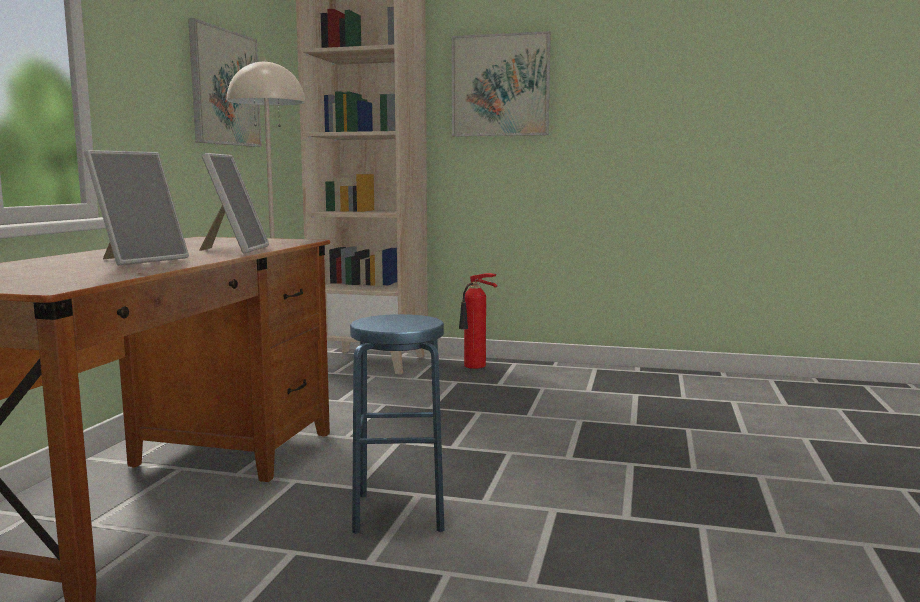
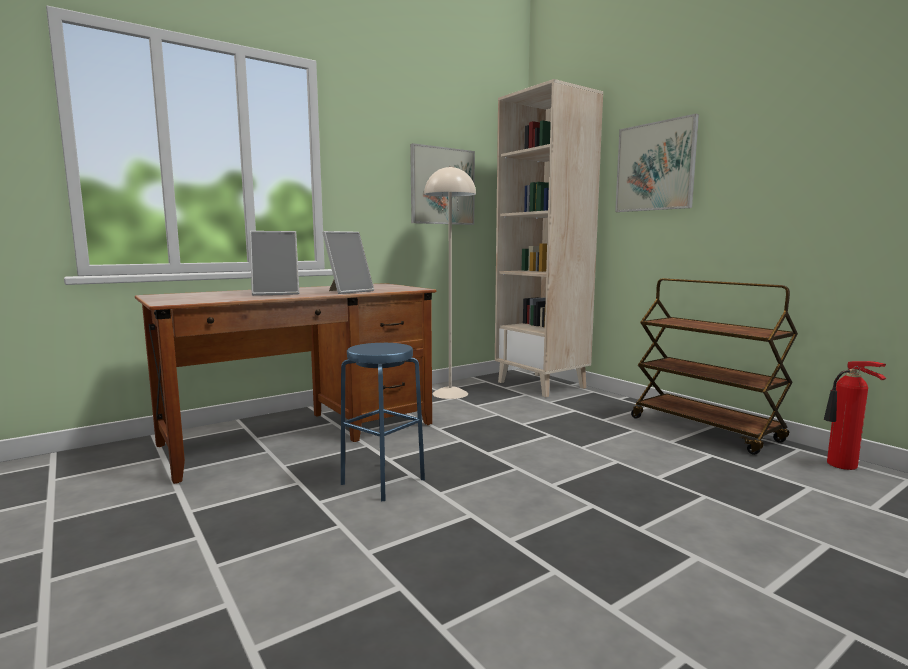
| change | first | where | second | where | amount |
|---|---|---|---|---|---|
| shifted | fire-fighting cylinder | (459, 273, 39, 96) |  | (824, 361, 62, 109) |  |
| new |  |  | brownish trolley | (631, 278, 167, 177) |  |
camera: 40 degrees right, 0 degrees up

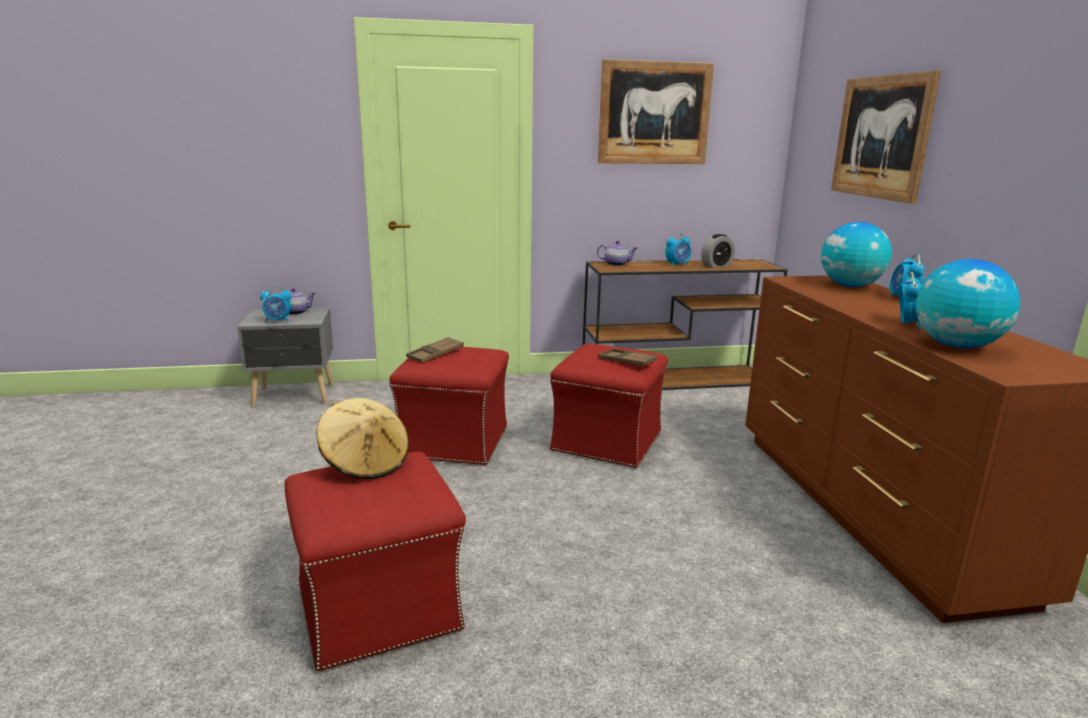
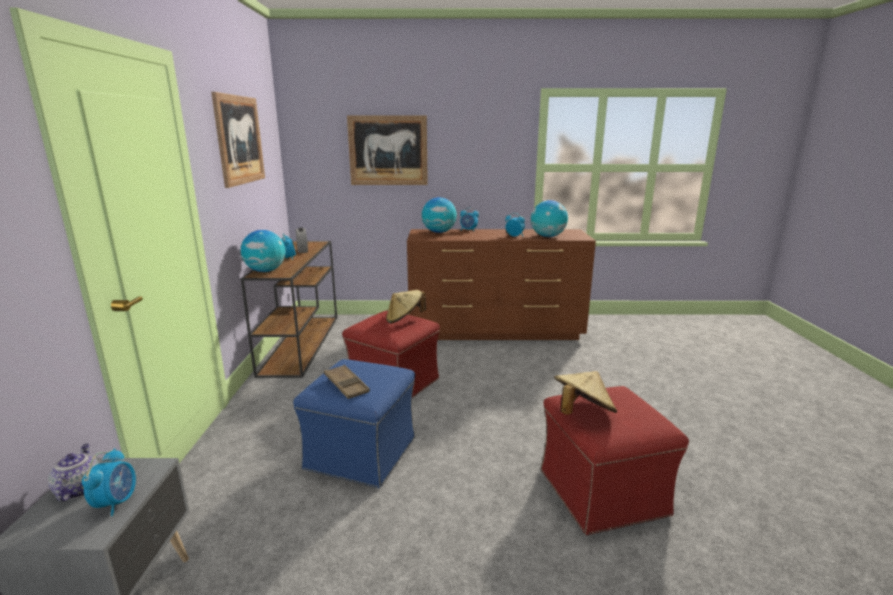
| change | first | where | second | where | amount |
|---|---|---|---|---|---|
| swapped | teapot | (597, 241, 40, 25) | world globe | (241, 230, 45, 42) |  |
| repainted | reddish pouffe | (389, 346, 120, 120) | blue pouffe | (293, 359, 122, 129) |  |
| swapped | brownish carrying tray | (598, 348, 59, 19) | beige clothing hat | (386, 290, 40, 33) |  |
camera: 80 degrees left, 0 degrees up

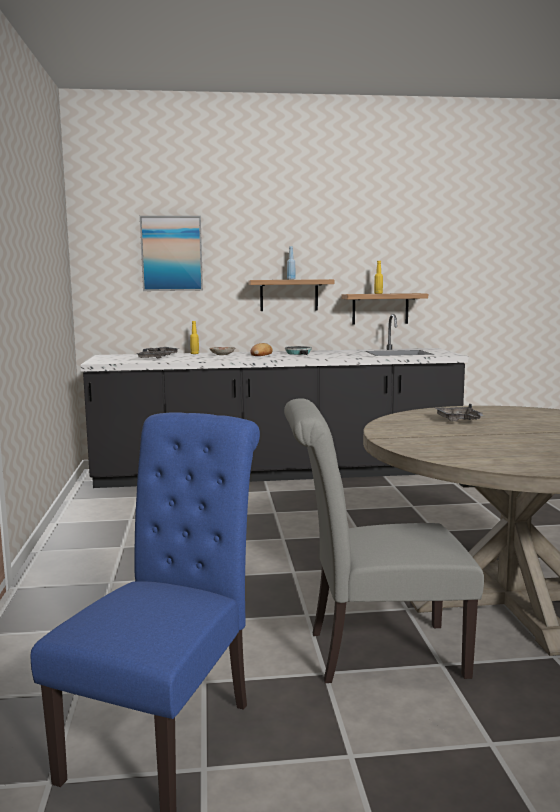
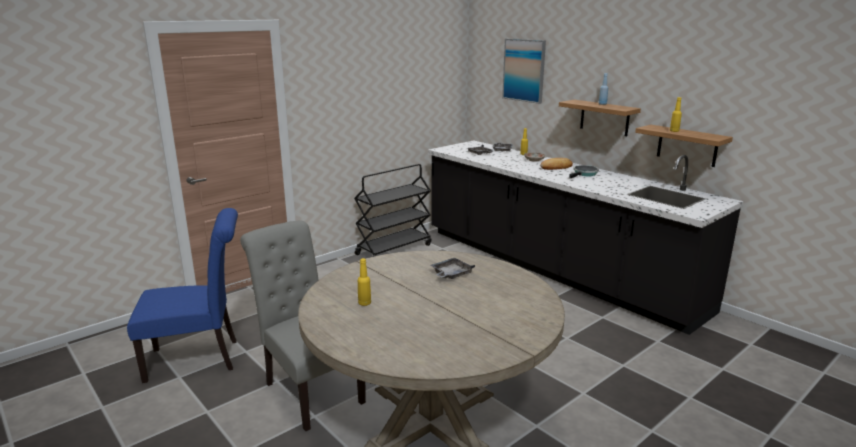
| change | first | where | second | where | amount |
|---|---|---|---|---|---|
| new |  |  | black trolley | (354, 164, 77, 93) |  |
| new |  |  | yellow drink bottle | (358, 258, 13, 48) |  |
camera: 55 degrees right, 10 degrees up

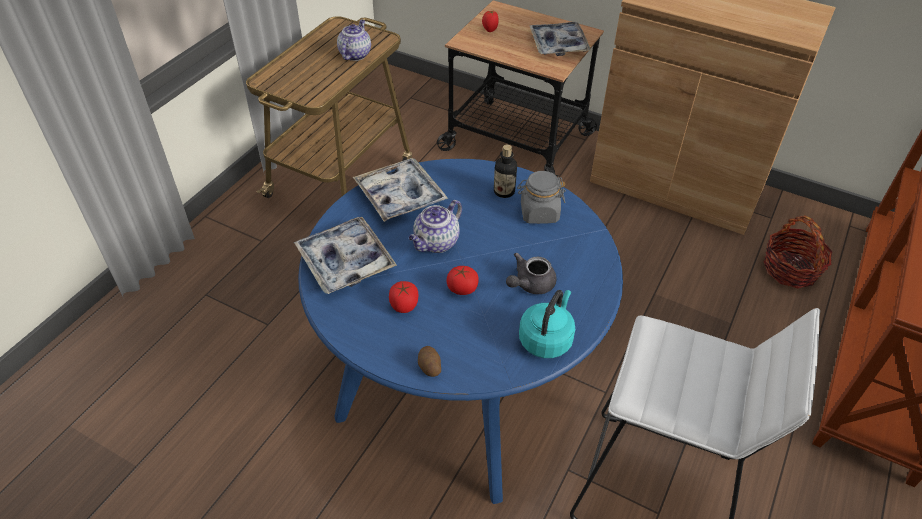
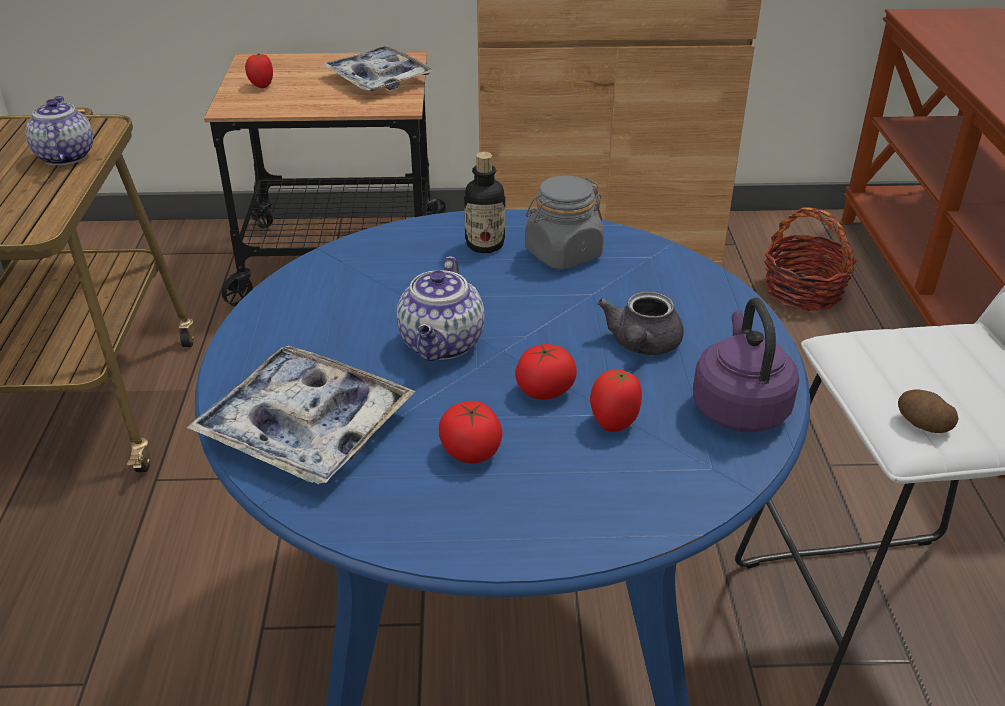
| change | first | where | second | where | amount |
|---|---|---|---|---|---|
| gone | carrying tray | (353, 158, 95, 64) |  |  |  |
| repainted | turquoise water kettle | (519, 290, 56, 68) | purplish water kettle | (693, 298, 106, 134) |  |
| shifted | whole potato | (418, 346, 23, 31) |  | (898, 389, 61, 44) |  |
| new |  |  | whole tomato | (590, 369, 52, 63) |  |
camera: 30 degrees left, 10 degrees down

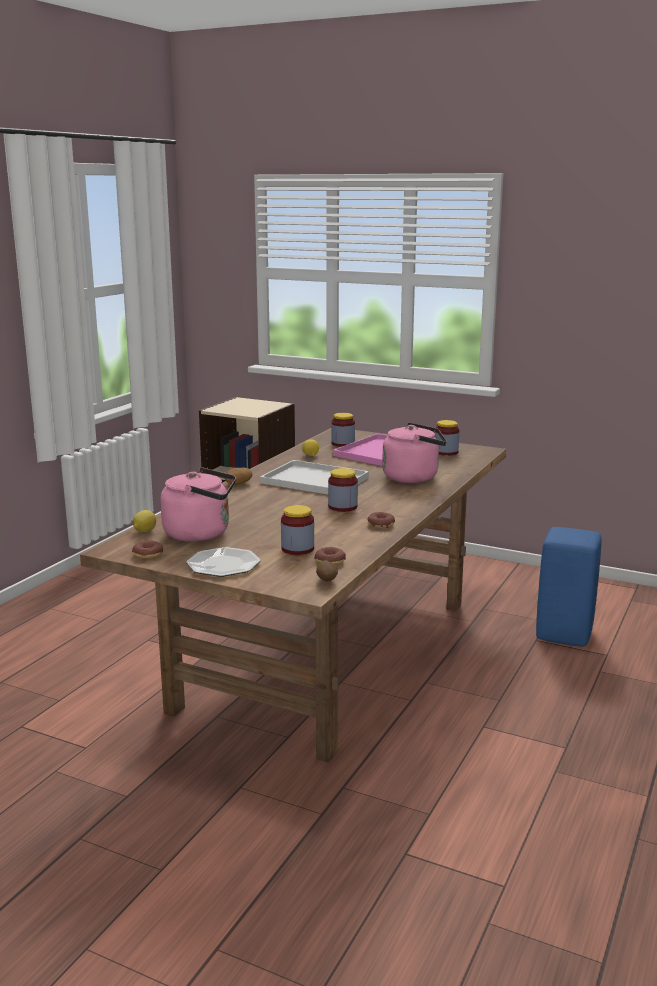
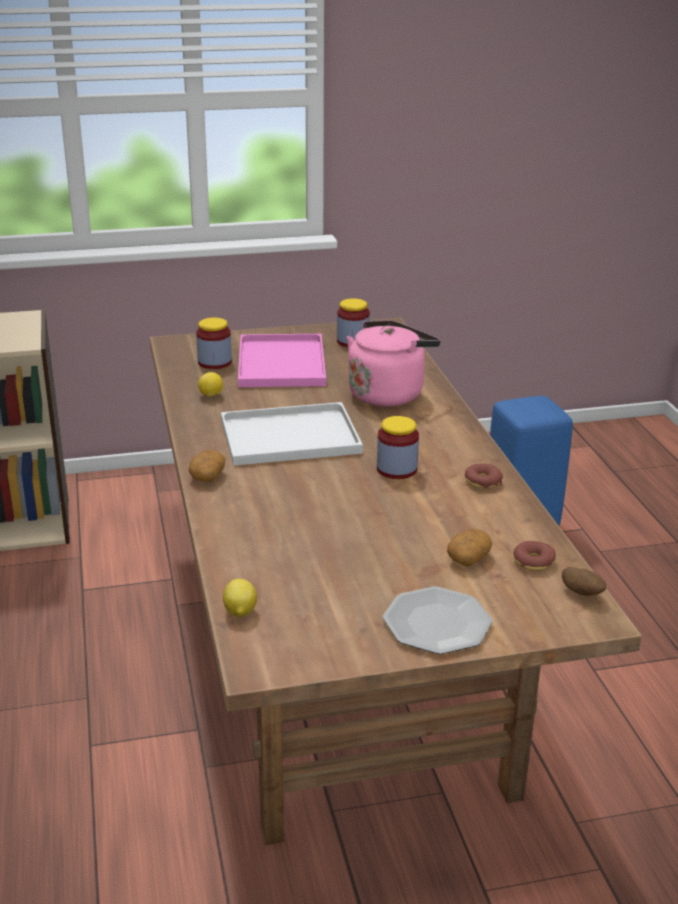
| change | first | where | second | where | amount |
|---|---|---|---|---|---|
| gone | pinkish water kettle | (160, 467, 76, 75) |  |  |  |
| swapped | jar | (281, 505, 33, 50) | whole potato | (447, 529, 45, 37) |  |
| gone | doughnut | (132, 541, 31, 18) |  |  |  |
camera: 40 degrees left, 10 degrees up

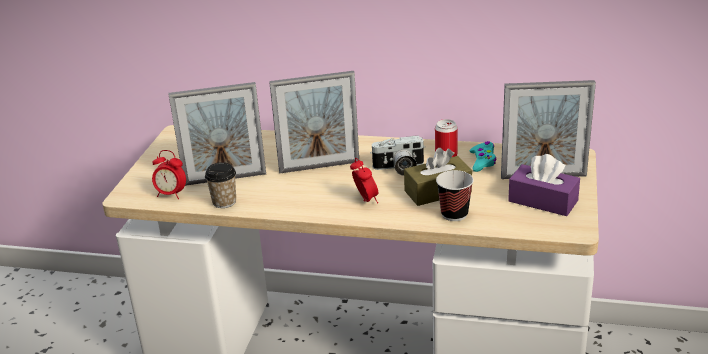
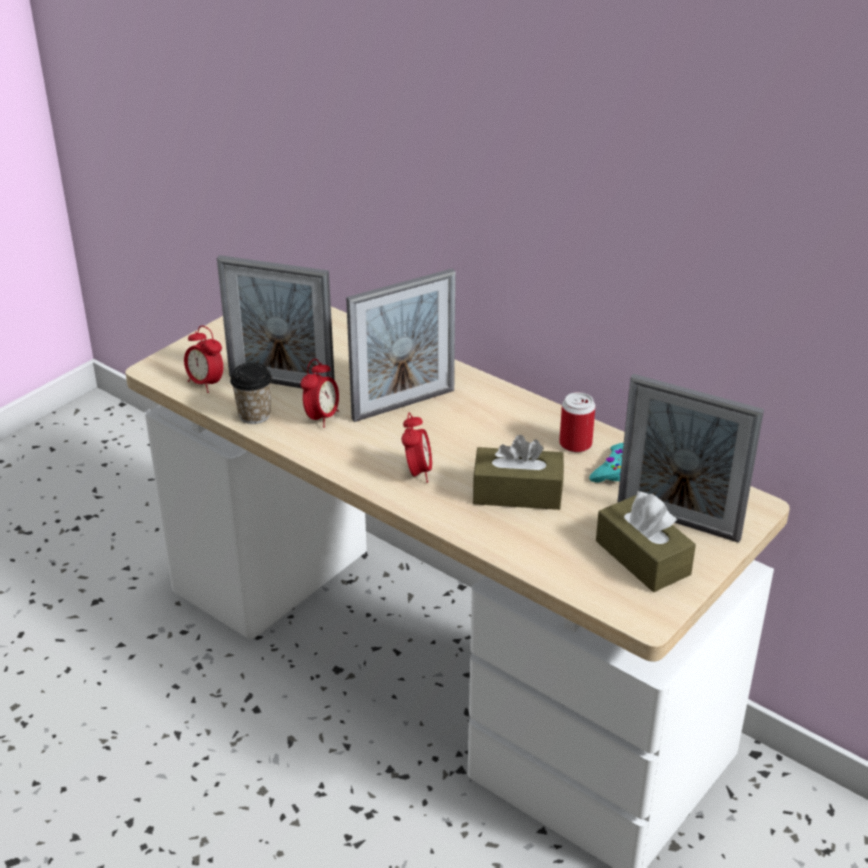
| change | first | where | second | where | amount |
|---|---|---|---|---|---|
| rotated | picture frame | (269, 71, 90, 102) |  | (346, 268, 110, 154) | 45 degrees counterclockwise |
| gone | still camera | (370, 135, 55, 41) |  |  |  |
| repainted | purplish tissue holder | (508, 154, 72, 62) | brownish tissue holder | (596, 491, 100, 101) |  |
| gone | drinking cup | (436, 170, 38, 51) |  |  |  |
| new |  |  | bedside clock | (301, 359, 38, 69) |  |
camera: 25 degrees right, 5 degrees up

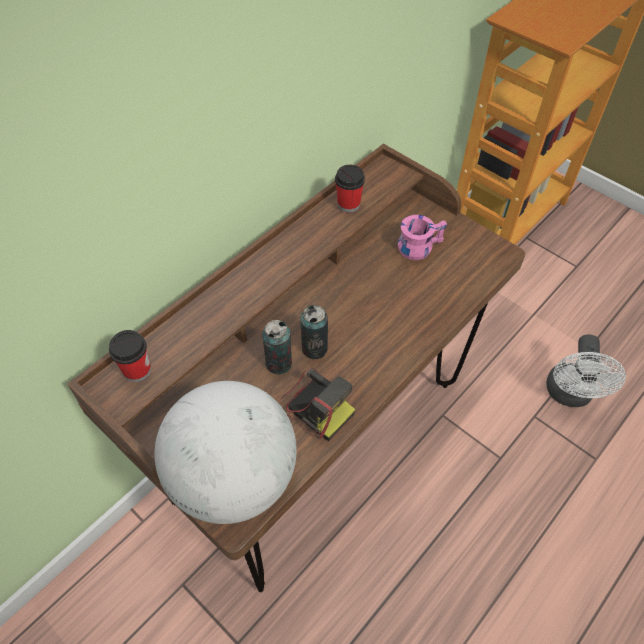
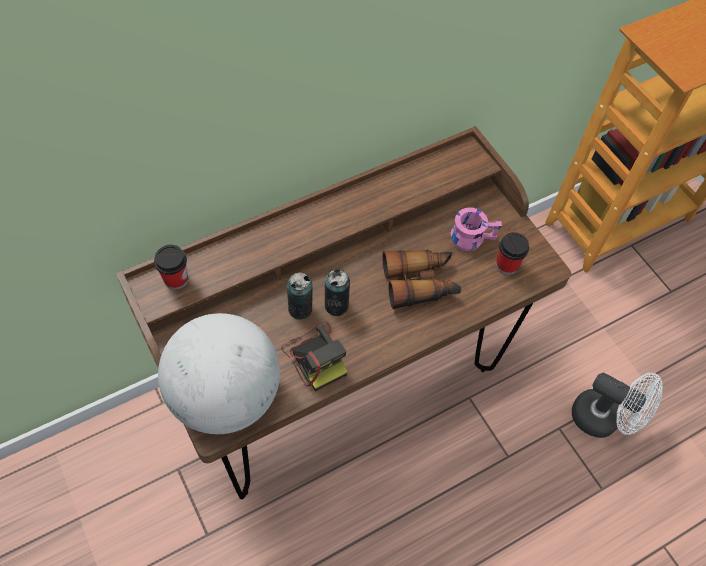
| change | first | where | second | where | amount |
|---|---|---|---|---|---|
| shifted | drinking cup | (335, 165, 30, 47) |  | (496, 232, 33, 43) |  |
| rotated | whitish cooling fan | (546, 334, 80, 73) |  | (572, 373, 91, 65) | 90 degrees counterclockwise |
| new |  |  | field glasses | (382, 250, 79, 59) |  |
camera: 15 degrees right, 5 degrees up

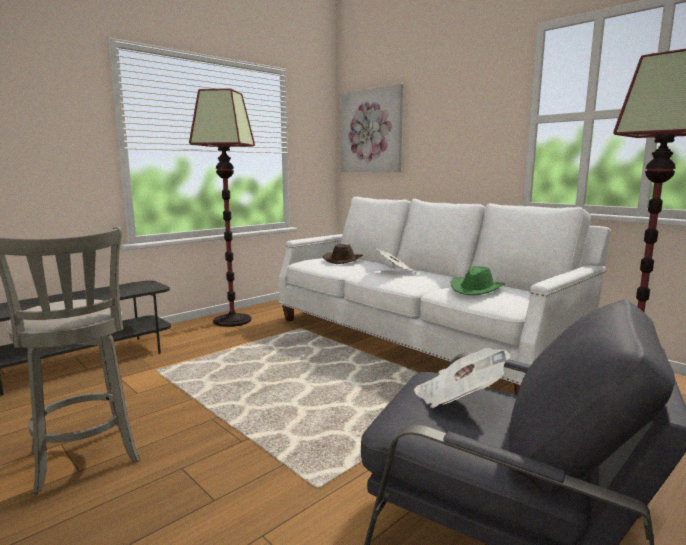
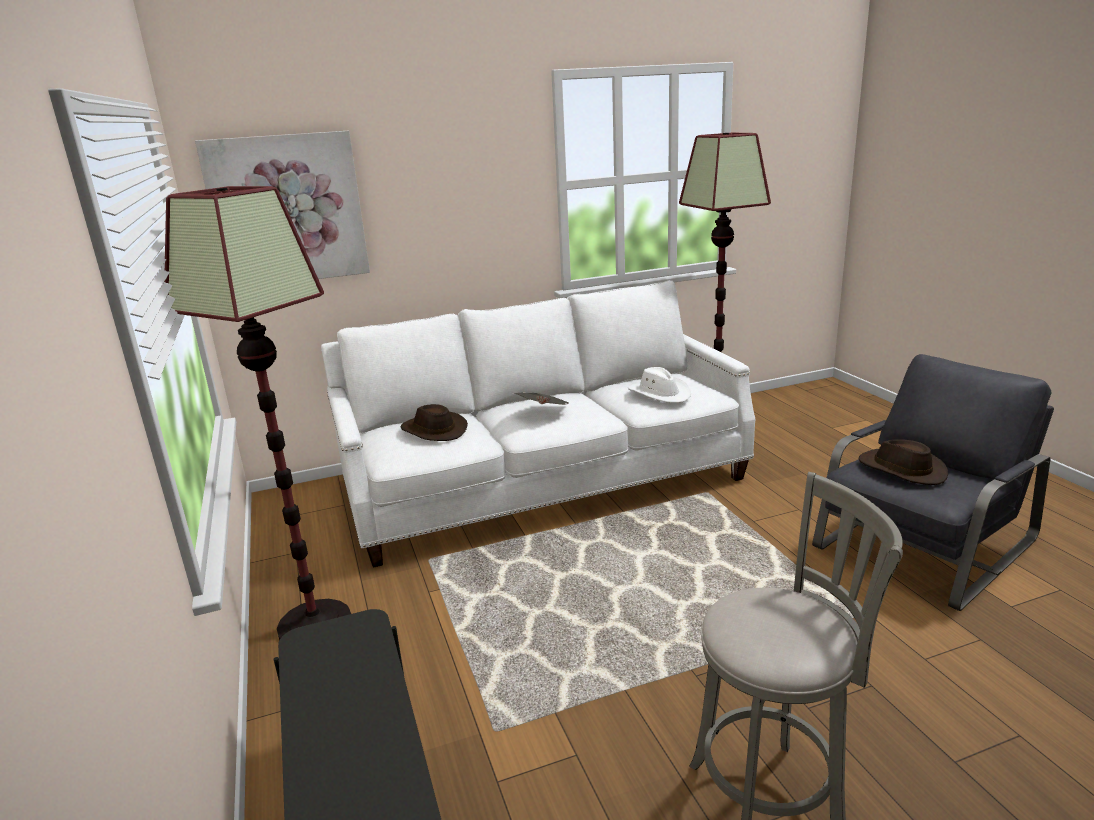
| change | first | where | second | where | amount |
|---|---|---|---|---|---|
| repainted | greenish clothing hat | (450, 266, 55, 29) | whitish clothing hat | (628, 367, 63, 36) |  |
| swapped | newspaper | (414, 348, 97, 60) | brownish clothing hat | (859, 439, 89, 46) |  |
camera: 65 degrees left, 10 degrees up

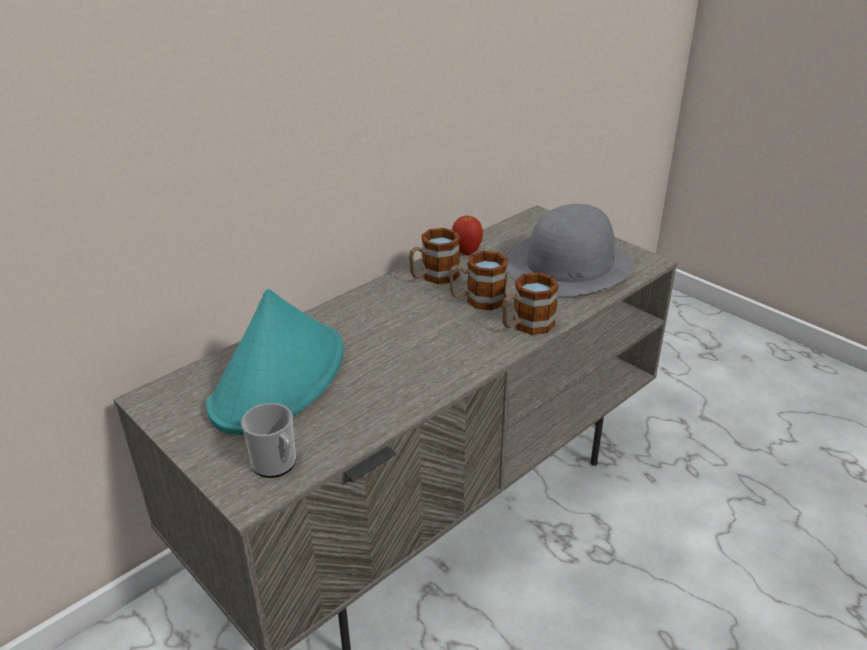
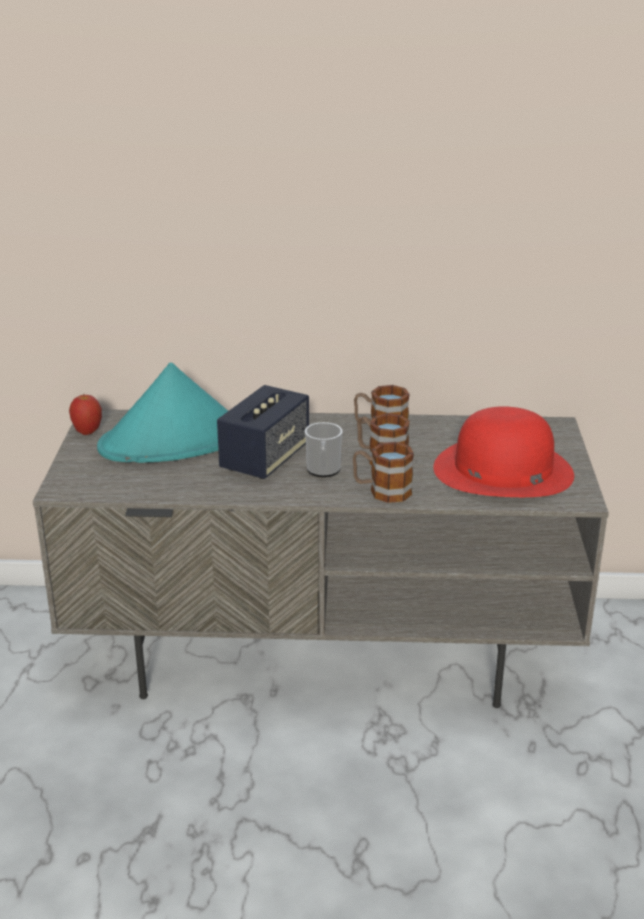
| change | first | where | second | where | amount |
|---|---|---|---|---|---|
| repainted | greyish clothing hat | (507, 204, 126, 92) | reddish clothing hat | (433, 406, 141, 91) |  |
| shifted | apple | (452, 215, 31, 40) |  | (69, 394, 33, 41) |  |
| shifted | mug | (241, 403, 55, 75) |  | (305, 422, 38, 55) |  |
| new |  |  | speaker | (217, 385, 92, 94) |  |
camera: 45 degrees right, 5 degrees down

